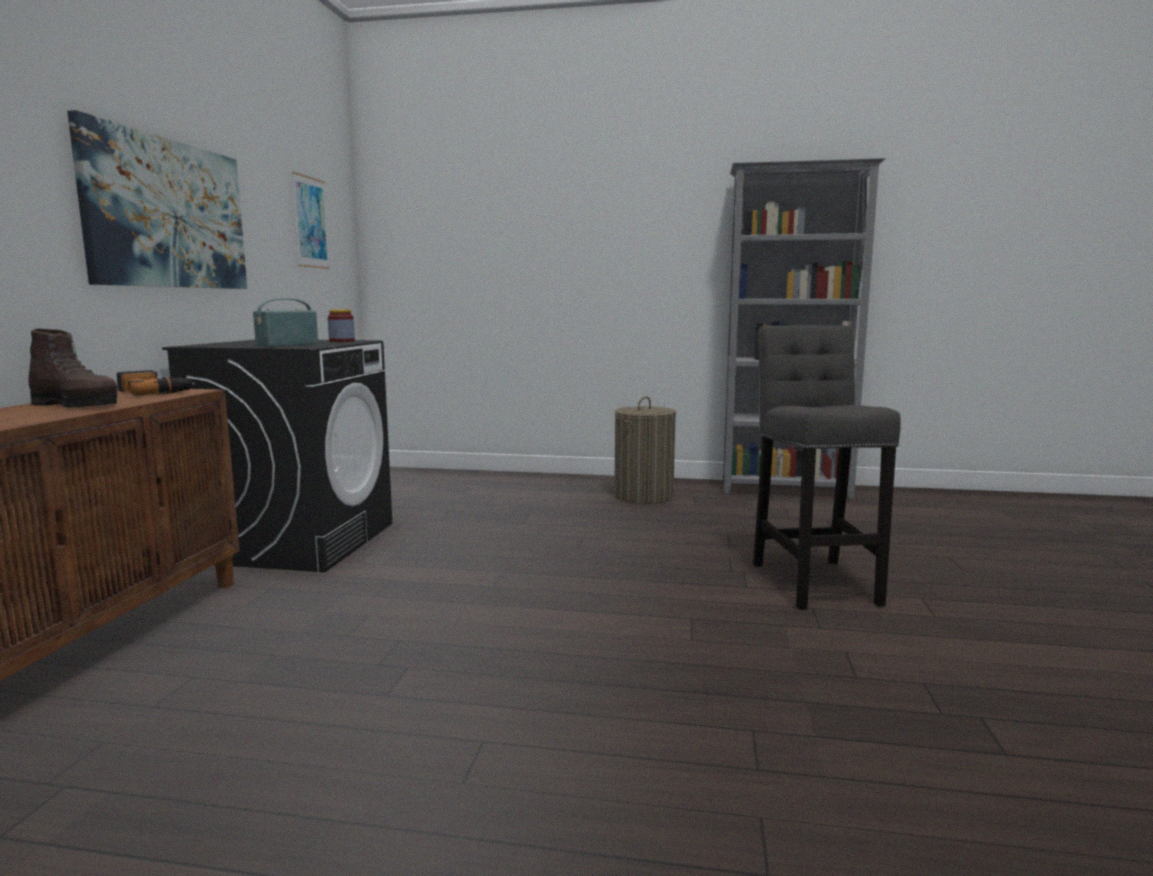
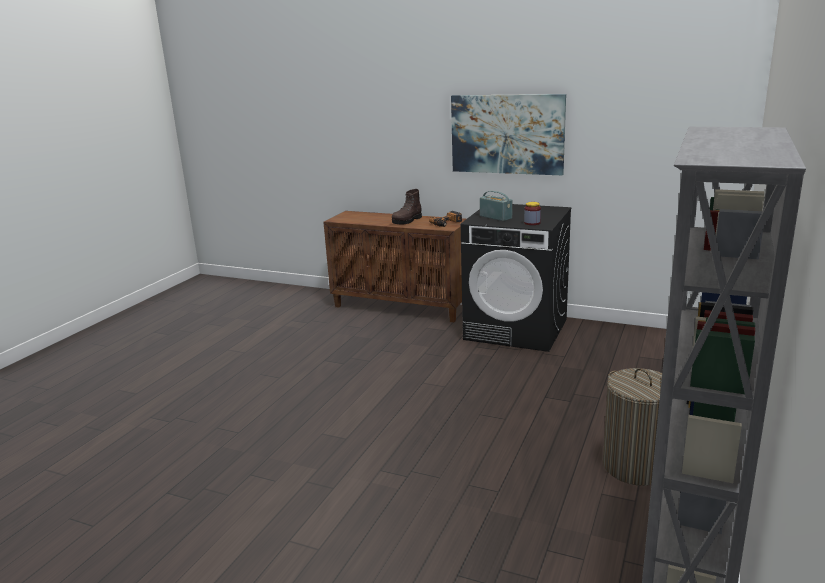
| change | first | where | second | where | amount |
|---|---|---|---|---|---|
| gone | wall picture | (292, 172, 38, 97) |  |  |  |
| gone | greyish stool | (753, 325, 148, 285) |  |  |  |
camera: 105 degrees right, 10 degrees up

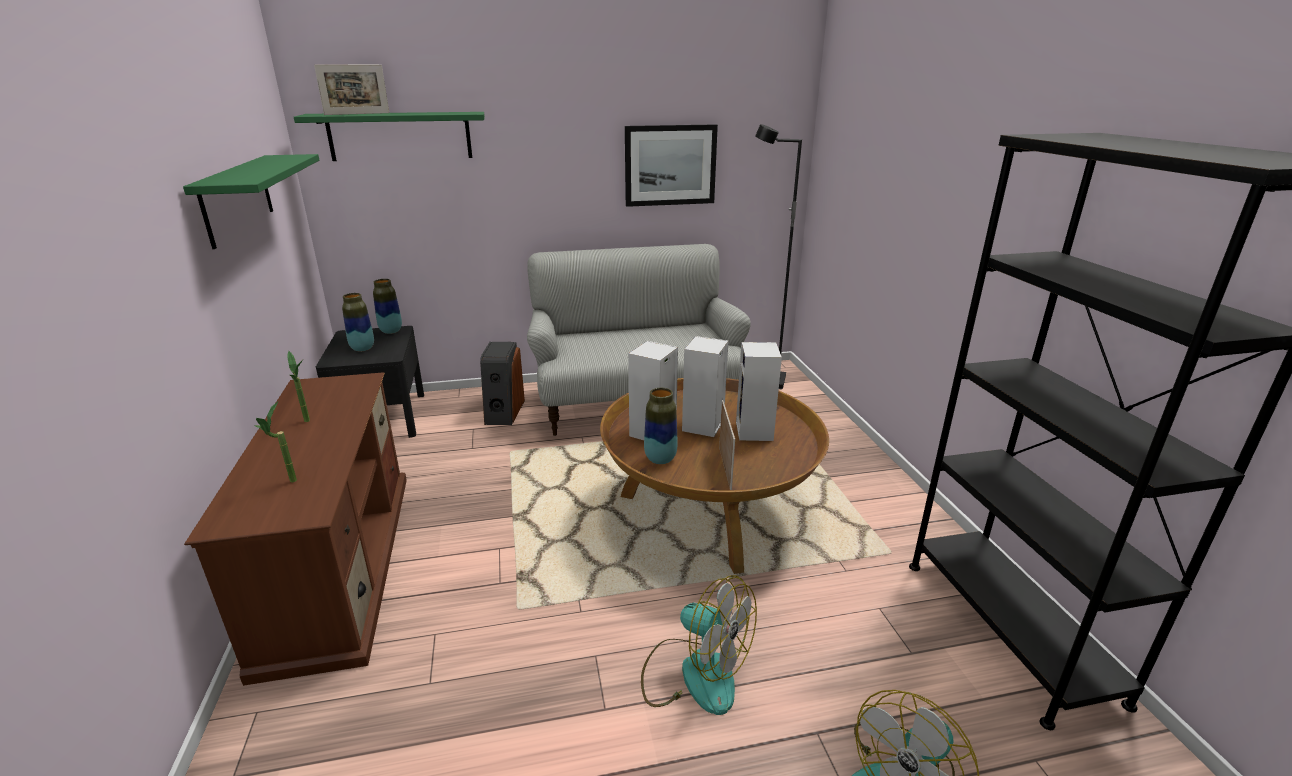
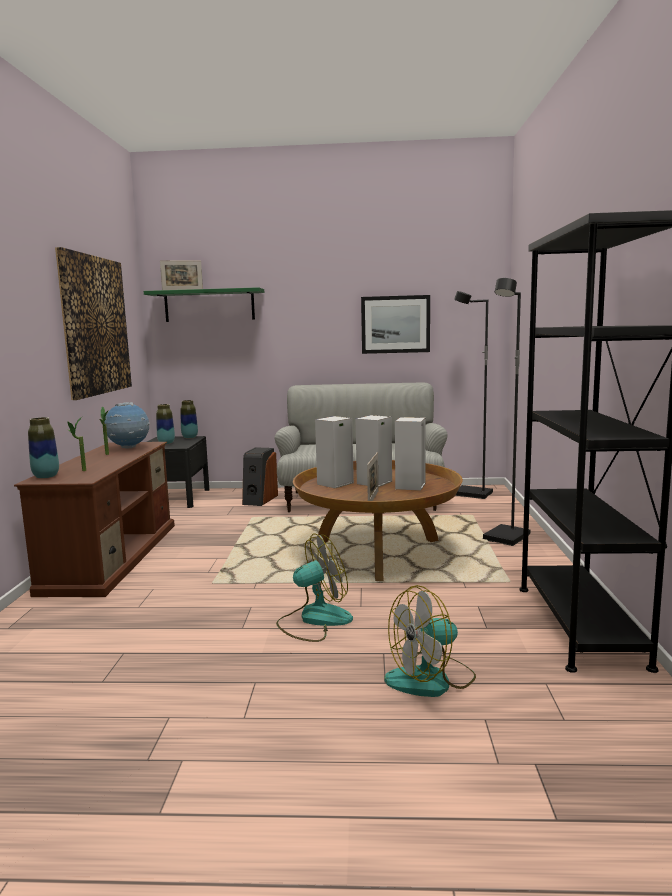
| change | first | where | second | where | amount |
|---|---|---|---|---|---|
| swapped | greenish bracket shelf | (183, 154, 136, 95) | wall picture | (55, 247, 77, 153) |  |
| shifted | decorative vase | (644, 388, 34, 76) |  | (28, 417, 31, 62) |  |
| rotated | cooling fan | (641, 575, 116, 140) |  | (276, 534, 77, 108) | 75 degrees counterclockwise |
| new |  |  | black standard lamp | (483, 278, 47, 268) |  |
| new |  |  | world globe | (104, 402, 46, 46) |  |
camera: 15 degrees right, 15 degrees down

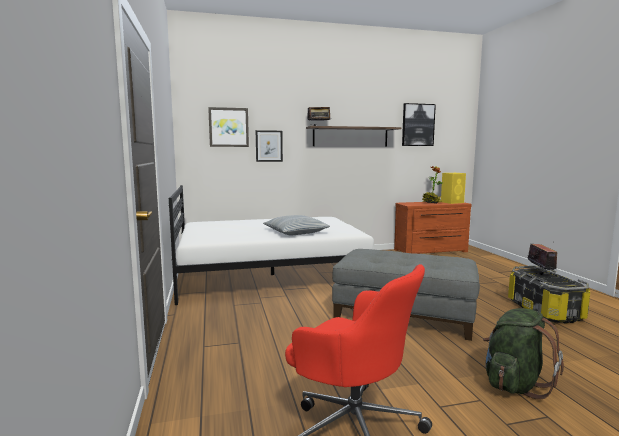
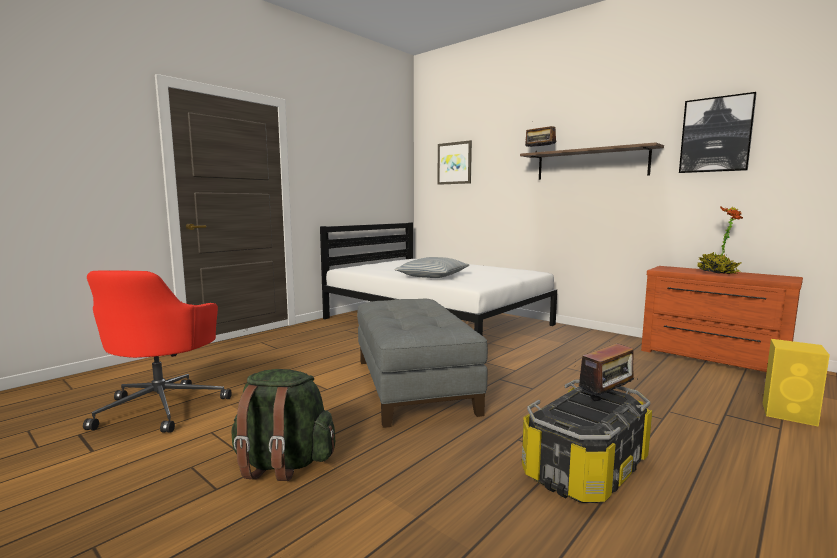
| change | first | where | second | where | amount |
|---|---|---|---|---|---|
| gone | wall picture | (256, 130, 27, 32) |  |  |  |
| shifted | yellow speaker | (441, 173, 25, 31) |  | (763, 339, 67, 88) |  |
camera: 55 degrees right, 0 degrees up

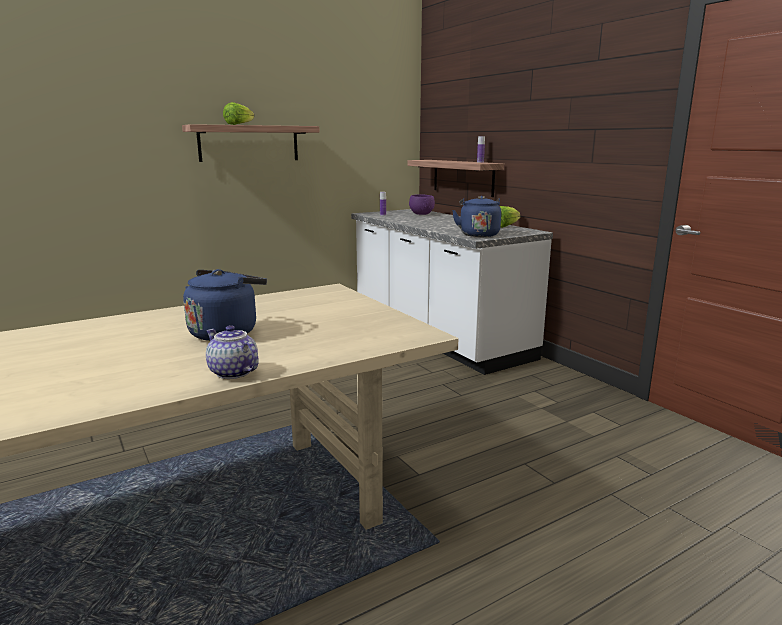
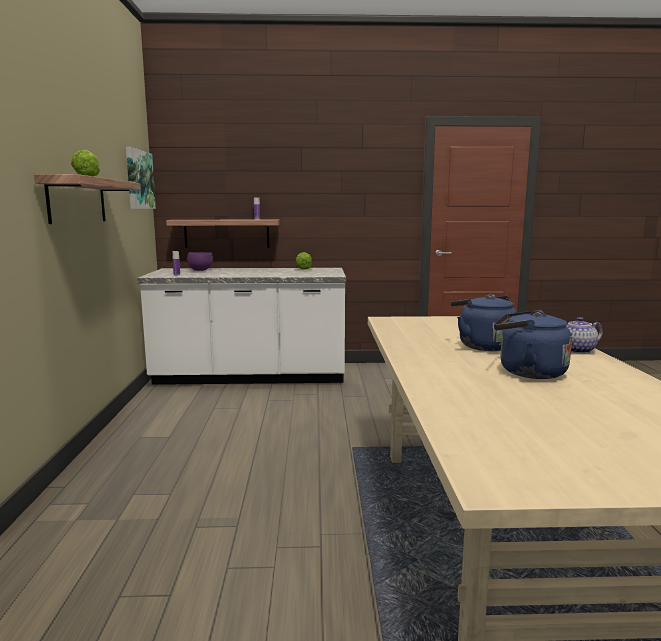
| change | first | where | second | where | amount |
|---|---|---|---|---|---|
| shifted | blue water kettle | (452, 196, 49, 41) |  | (494, 310, 78, 69) |  |
| new |  |  | wall picture | (126, 147, 30, 62) |  |
camera: 60 degrees left, 5 degrees down

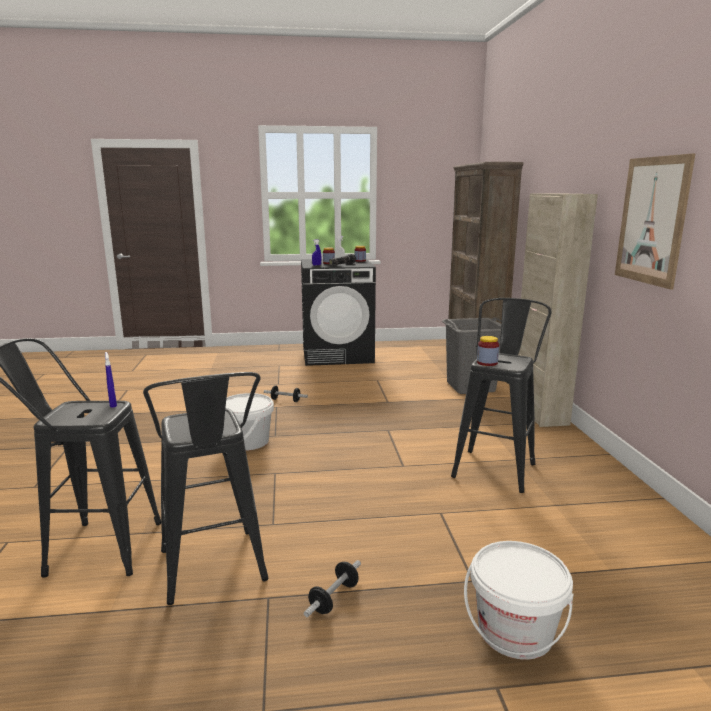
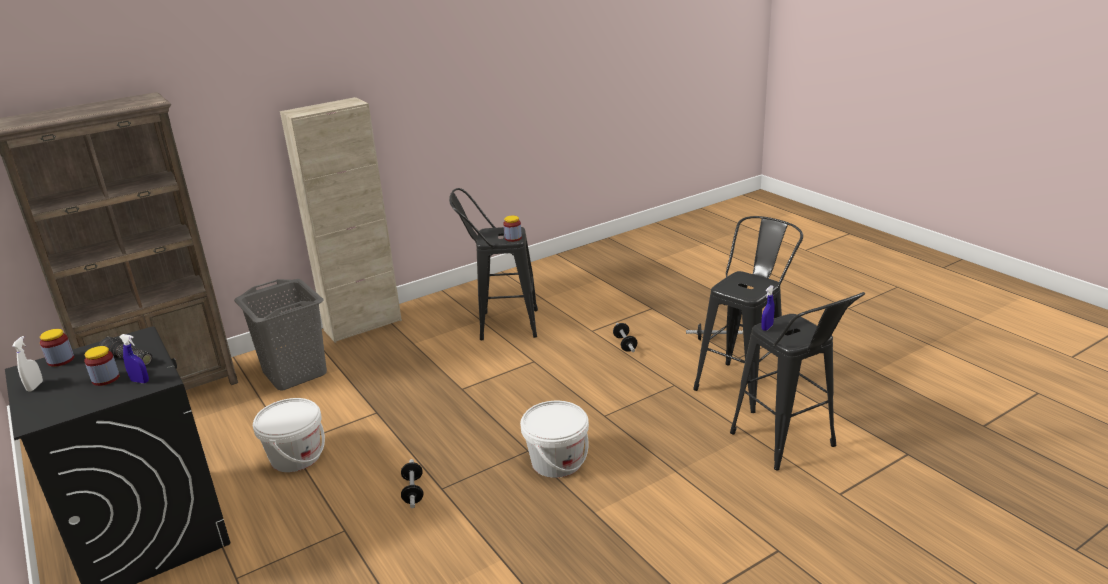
| change | first | where | second | where | amount |
|---|---|---|---|---|---|
| gone | wall picture | (615, 154, 80, 136) |  |  |  |
| shifted | whitish pail | (464, 541, 110, 119) |  | (253, 398, 72, 74) |  |
| new |  |  | hand weight | (613, 323, 25, 29) |  |
camera: 115 degrees left, 10 degrees up

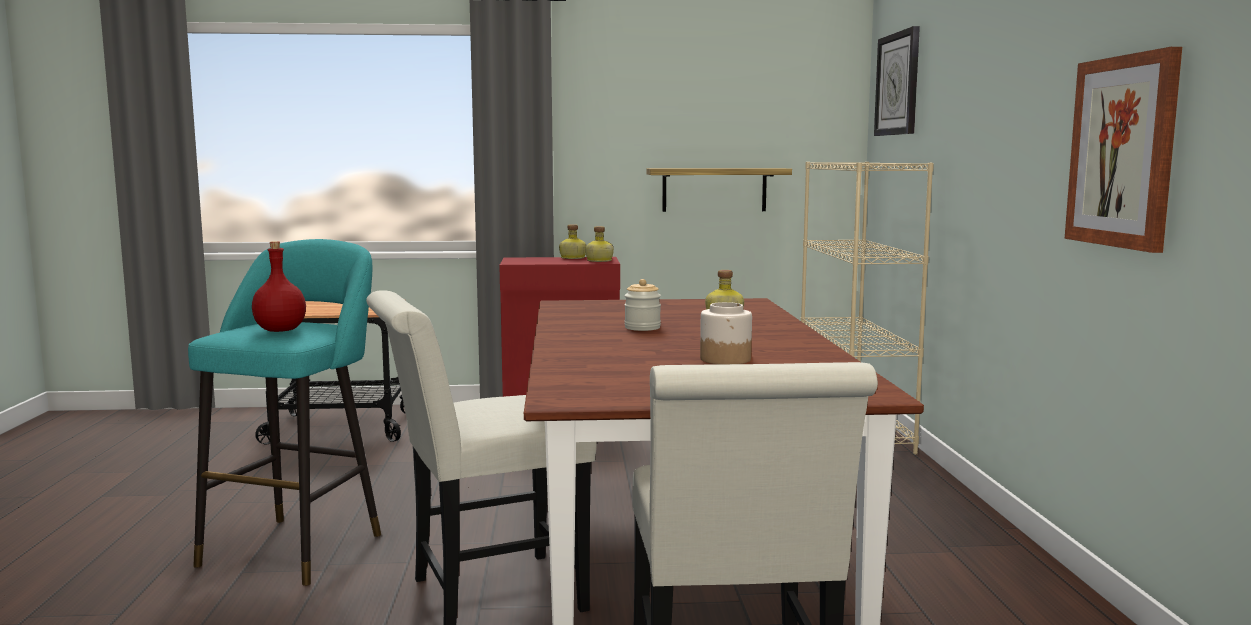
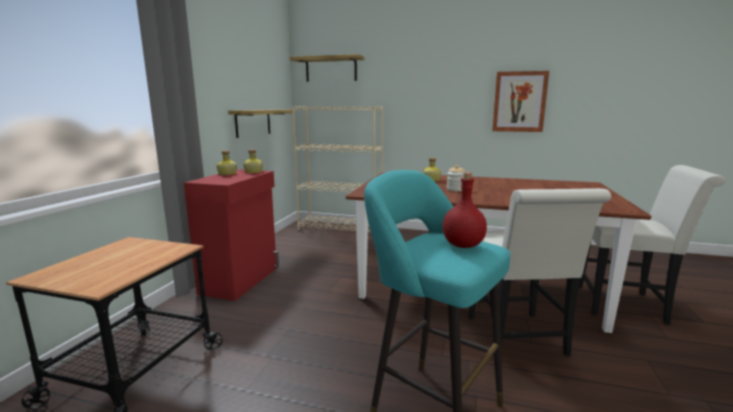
| change | first | where | second | where | amount |
|---|---|---|---|---|---|
| swapped | hanging clock | (874, 26, 46, 110) | bracket shelf | (290, 54, 75, 28) |  |
| gone | jar | (700, 302, 52, 62) |  |  |  |
camera: 70 degrees left, 5 degrees up

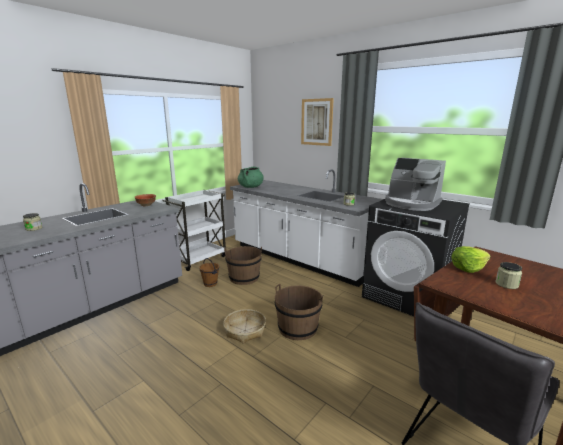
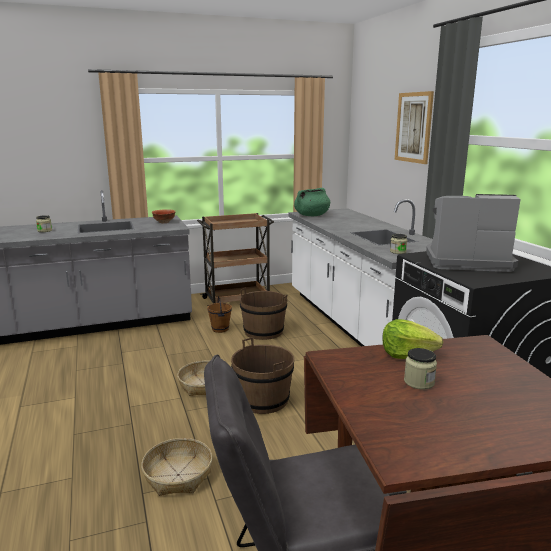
| change | first | where | second | where | amount |
|---|---|---|---|---|---|
| rotated | coffee brewer | (385, 158, 61, 53) |  | (426, 194, 95, 78) | 120 degrees clockwise |
| repainted | whitish trolley | (162, 190, 64, 81) | brownish trolley | (197, 213, 77, 93) |  |
| new |  |  | basket | (141, 438, 71, 58) |  |
camera: 30 degrees right, 0 degrees up

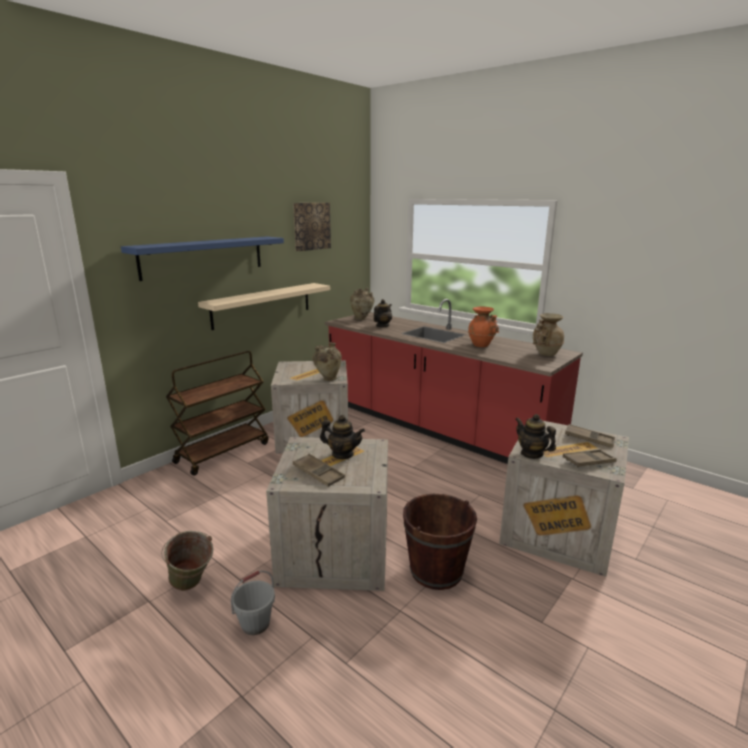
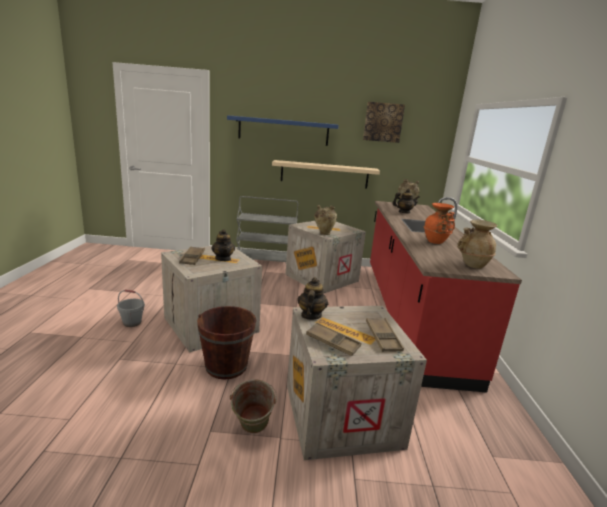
| change | first | where | second | where | amount |
|---|---|---|---|---|---|
| repainted | brownish trolley | (166, 351, 103, 125) | greyish trolley | (236, 196, 62, 68) |  |
| shifted | greenish pail | (161, 531, 52, 60) |  | (230, 379, 47, 55) |  |
camera: 50 degrees right, 0 degrees up

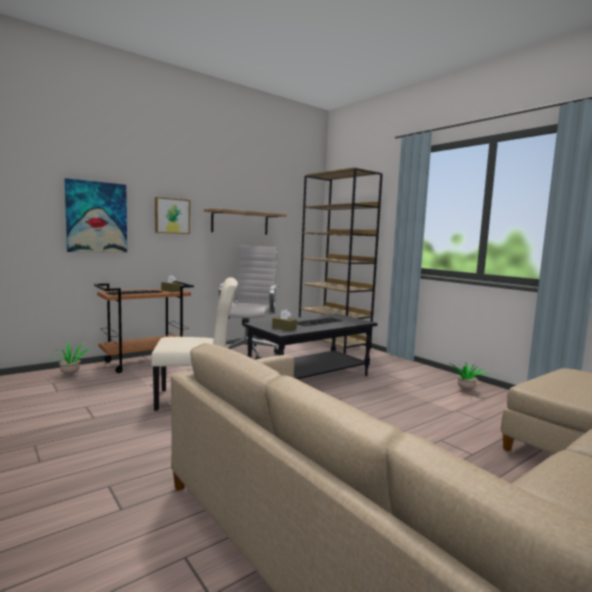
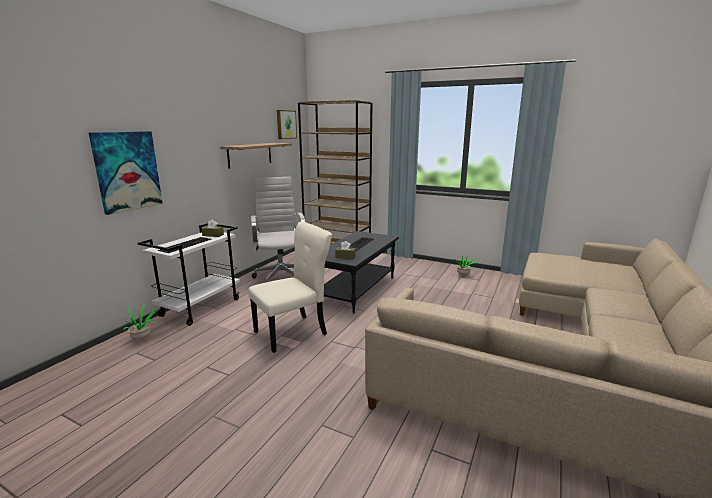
| change | first | where | second | where | amount |
|---|---|---|---|---|---|
| shifted | wall picture | (155, 197, 35, 37) |  | (277, 110, 20, 29) |  |
| repainted | brownish trolley | (94, 281, 100, 92) | whitish trolley | (138, 223, 102, 103) |  |
camera: 25 degrees left, 10 degrees up

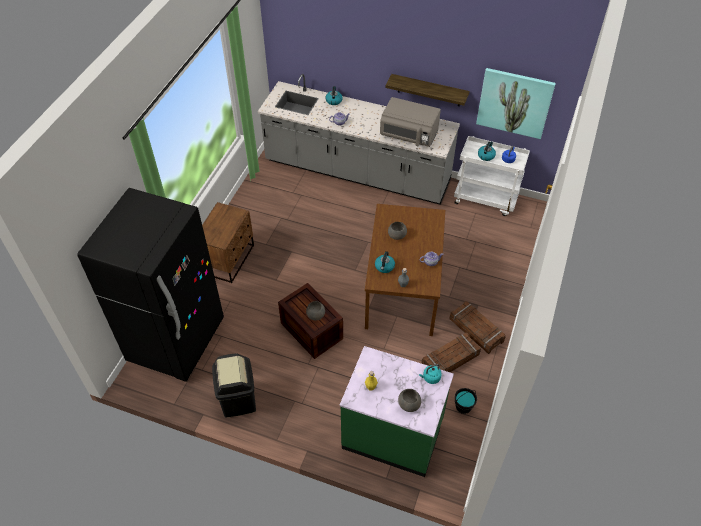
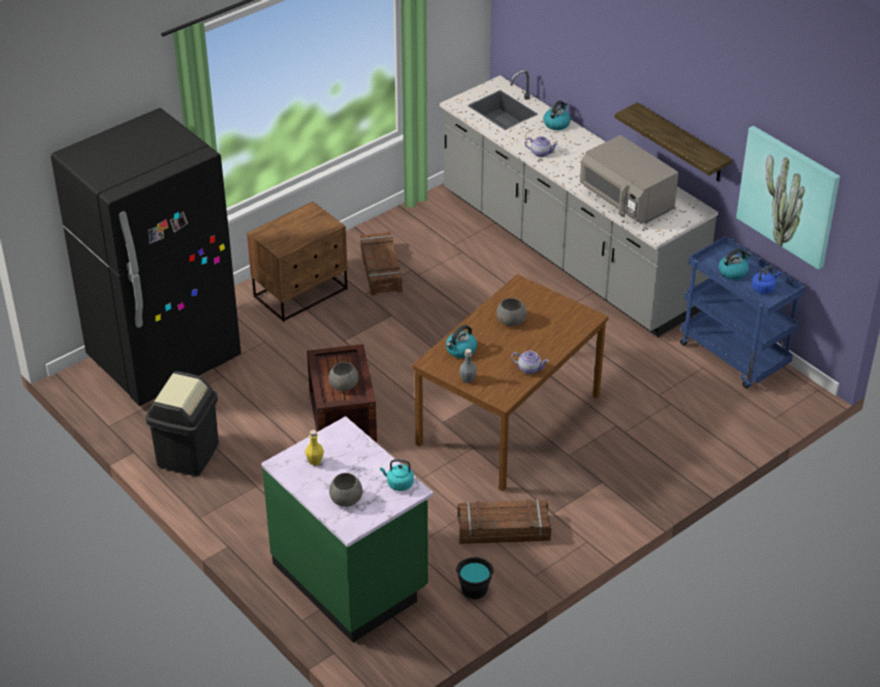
| change | first | where | second | where | amount |
|---|---|---|---|---|---|
| repainted | whitish trolley | (454, 136, 76, 80) | blue trolley | (680, 236, 125, 153) |  |
| shifted | crate | (449, 301, 57, 53) |  | (360, 231, 42, 64) |  |
camera: 30 degrees right, 10 degrees down

